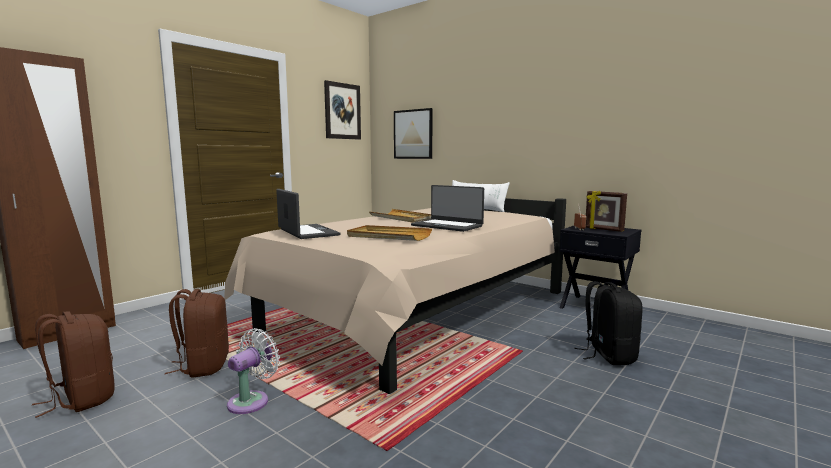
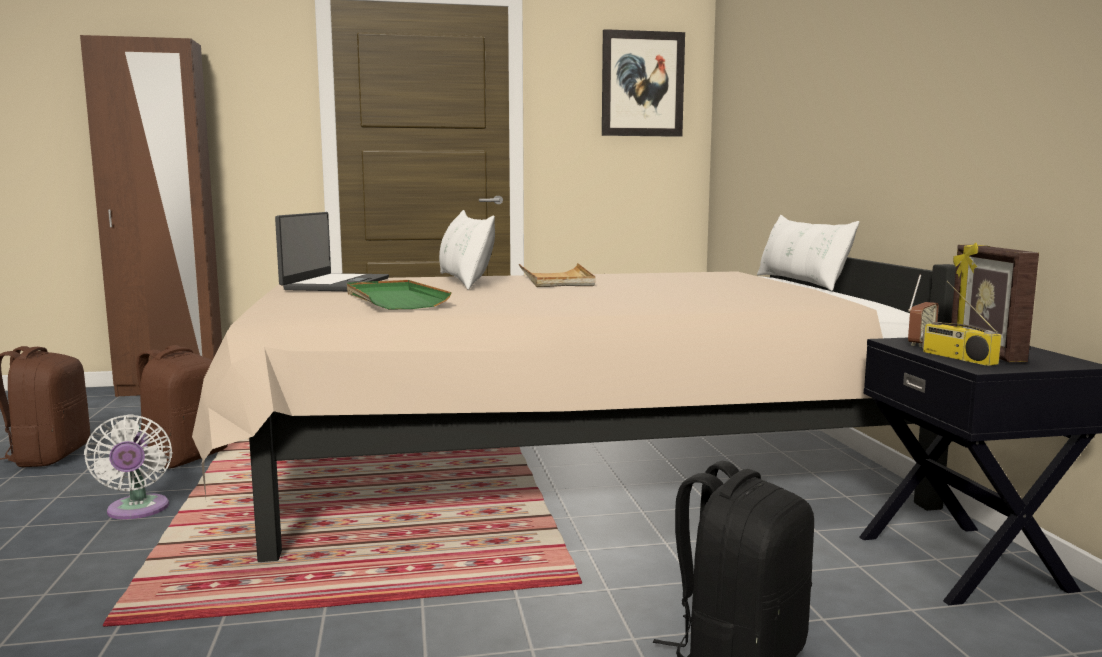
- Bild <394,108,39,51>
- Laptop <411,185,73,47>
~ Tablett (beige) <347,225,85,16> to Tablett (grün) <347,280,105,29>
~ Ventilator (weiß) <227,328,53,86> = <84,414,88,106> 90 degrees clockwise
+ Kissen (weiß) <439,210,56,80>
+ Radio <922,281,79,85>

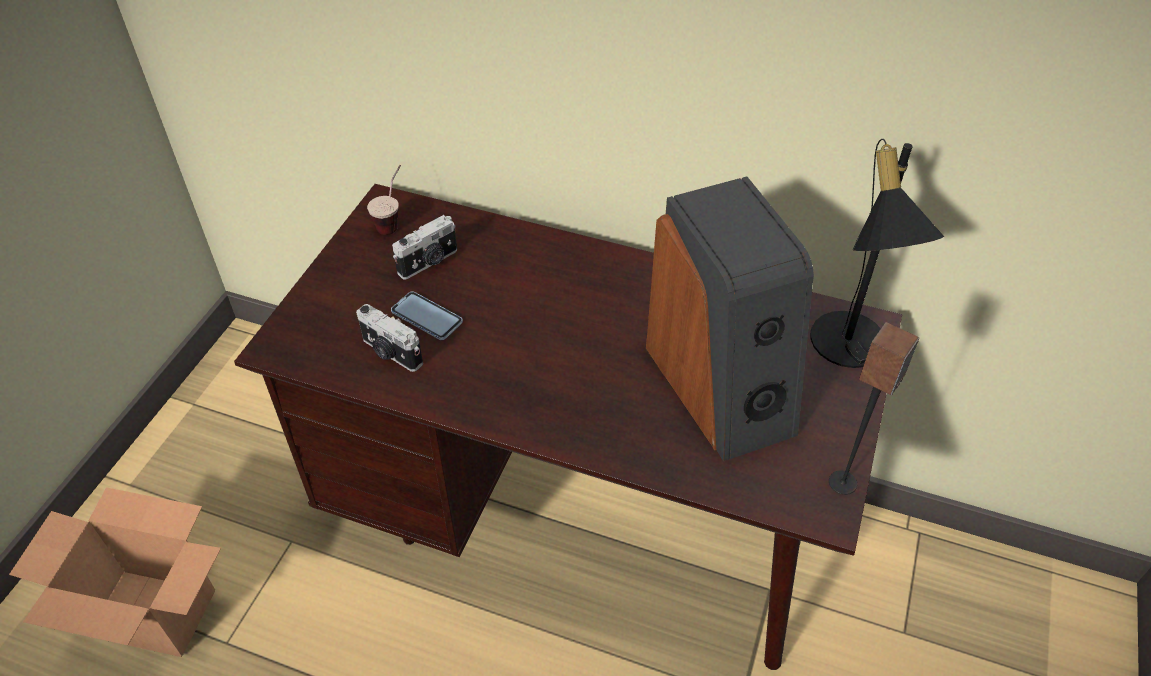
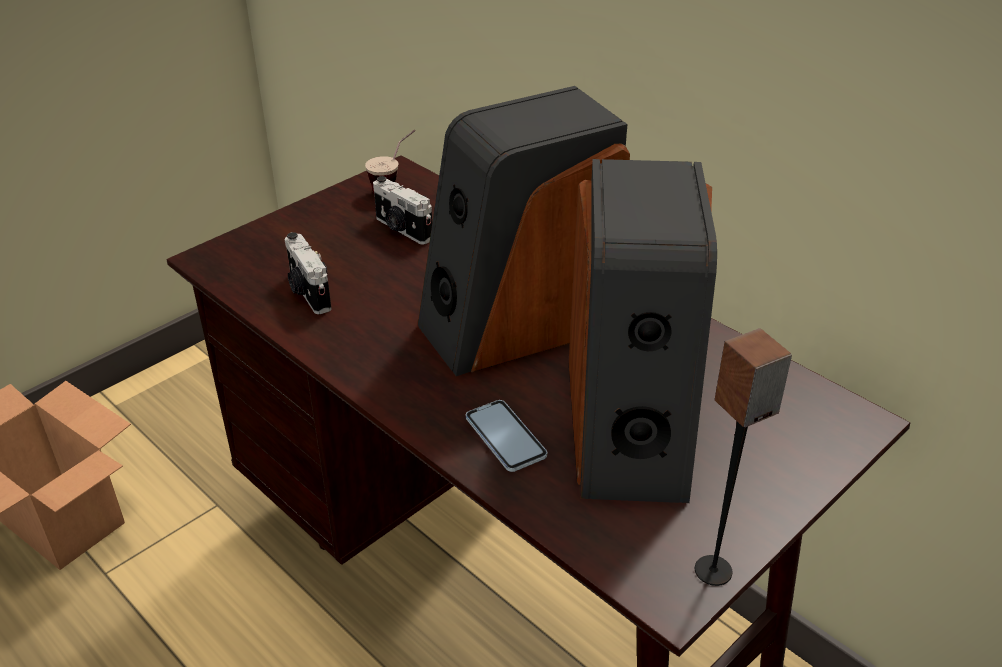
- Tischlampe (schwarz) <810,139,134,229>
~ Kamera <392,215,65,65> = <373,176,59,68> 60 degrees clockwise
~ Handy <391,291,72,49> to <466,400,81,72>
+ Lautsprecher <417,86,213,290>

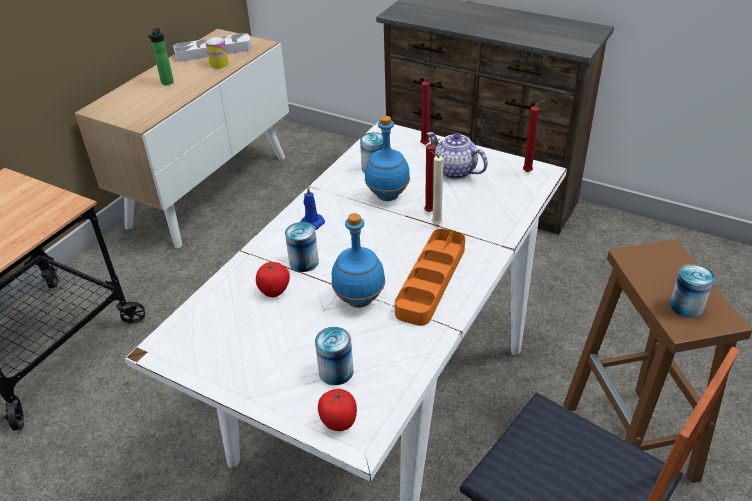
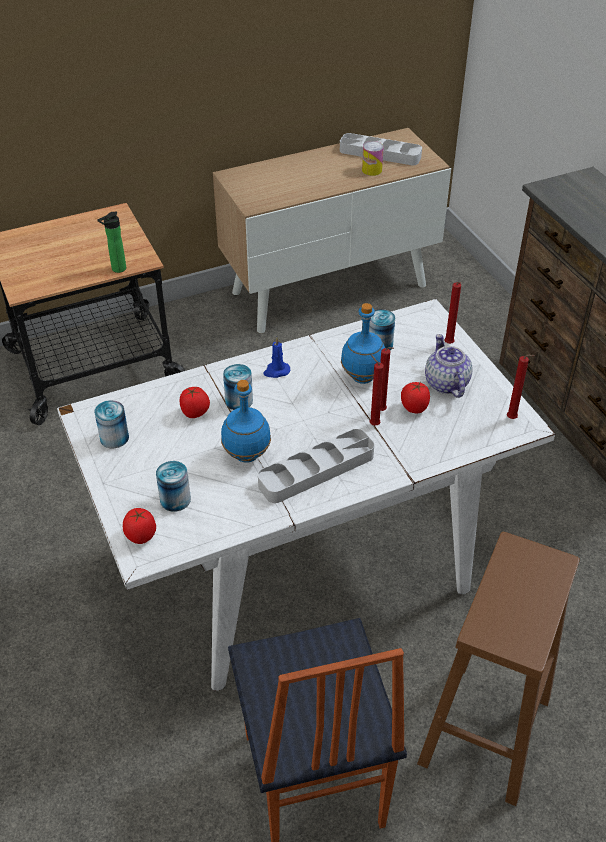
~ Flasche <148,28,26,57> to <97,211,29,62>
~ Kerze (beige) <429,151,14,74> to Kerze (rot) <370,355,14,71>
~ Tablett (orange) <395,228,70,98> to Tablett (grau) <258,429,116,74>
~ Dose <670,264,45,54> to <94,400,35,48>
+ Tomate <401,382,29,31>

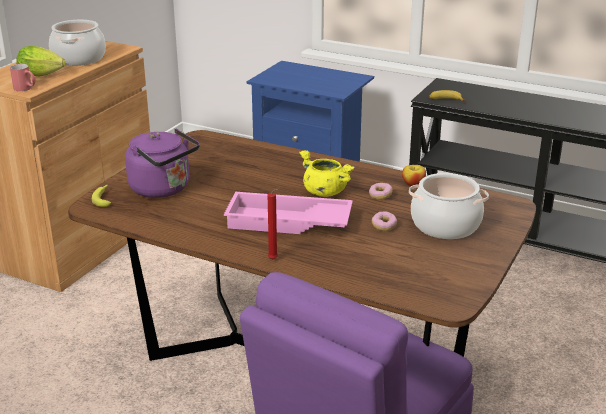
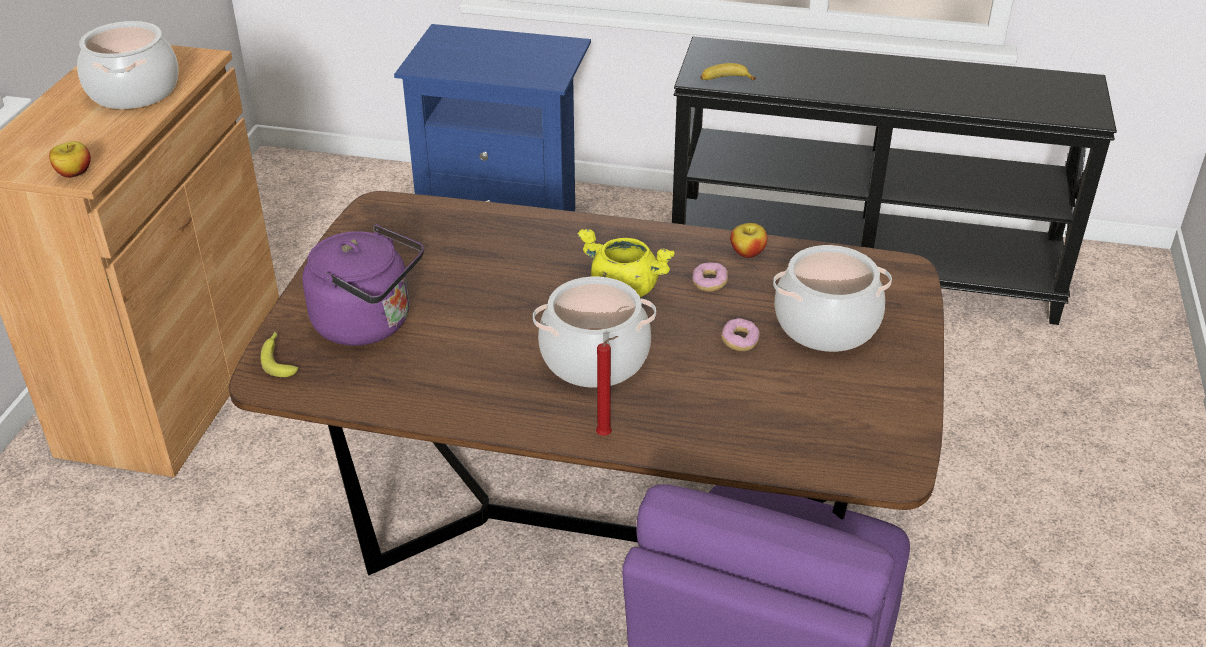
- Salatkopf <16,46,49,30>
~ Henkelbecher (rot) <10,64,26,27> to Apfel <49,141,42,37>
~ Tablett (rosa) <224,192,129,42> to Kochtopf <533,277,123,111>

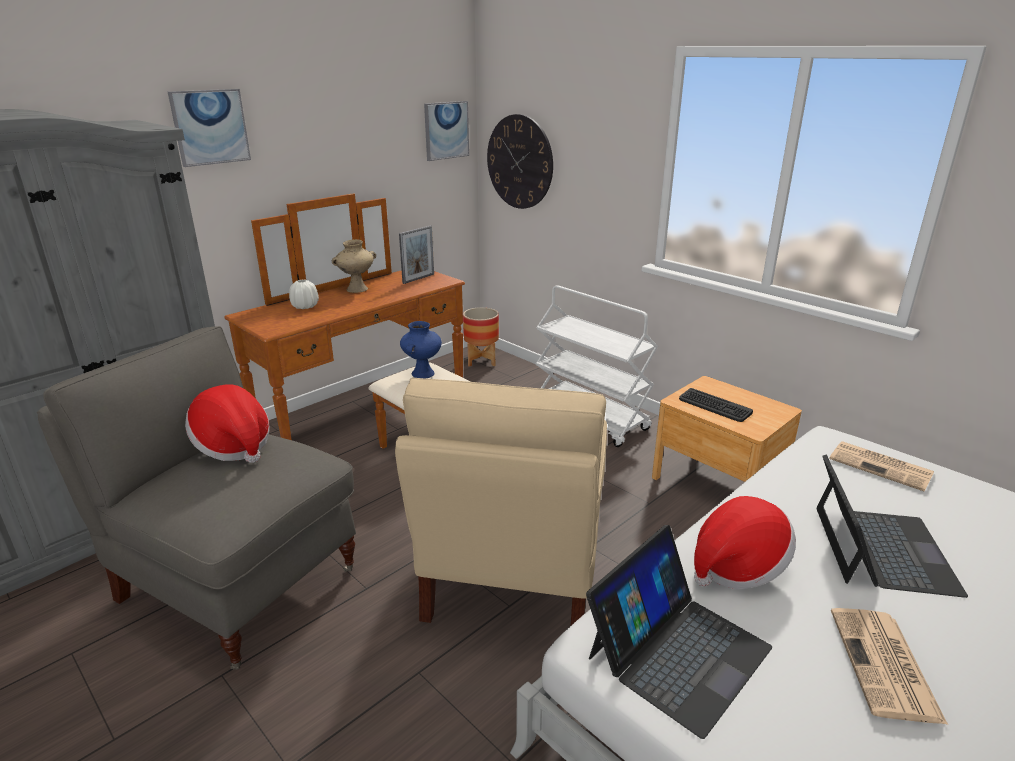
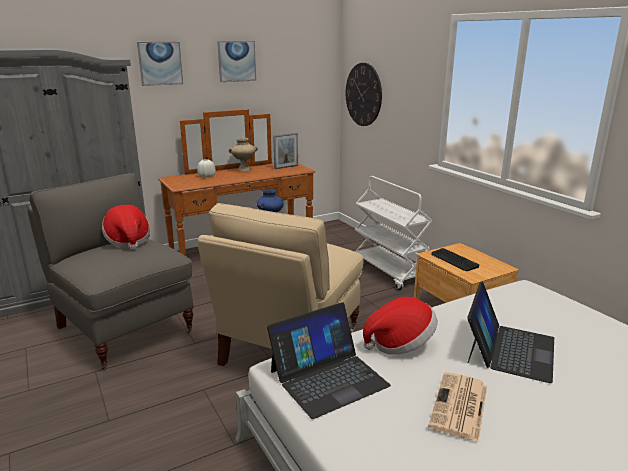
~ Bild <424,101,45,60> to <217,41,39,41>
- Pflanzkübel <463,307,36,60>
- Zeitung <829,441,105,50>

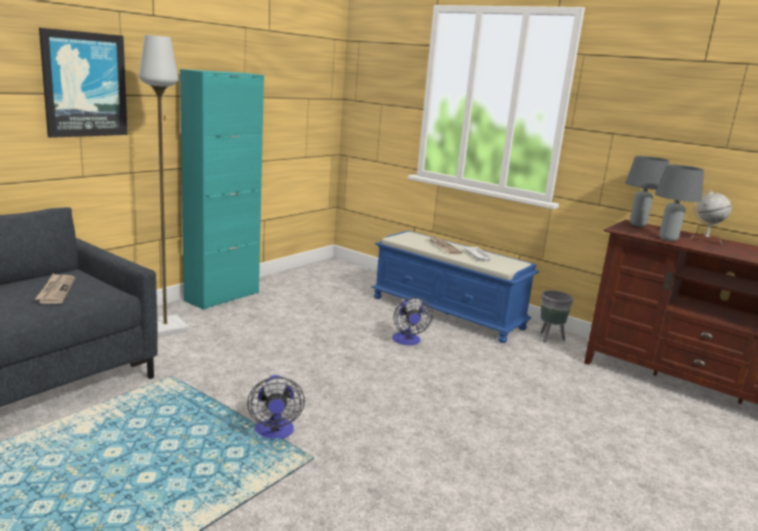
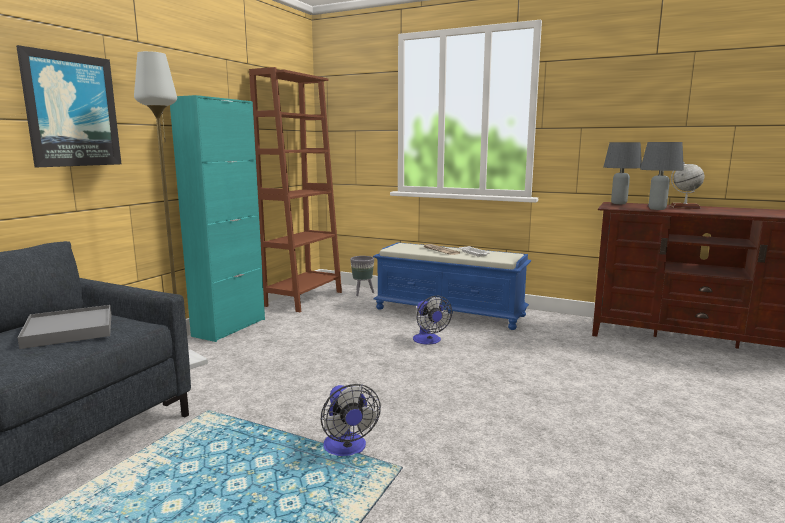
~ Zeitung <35,273,40,31> to Tablett (grau) <17,305,95,44>
~ Pflanzkübel (grau) <540,290,33,53> to <350,256,24,40>
+ Bücherregal (braun) <249,67,93,245>

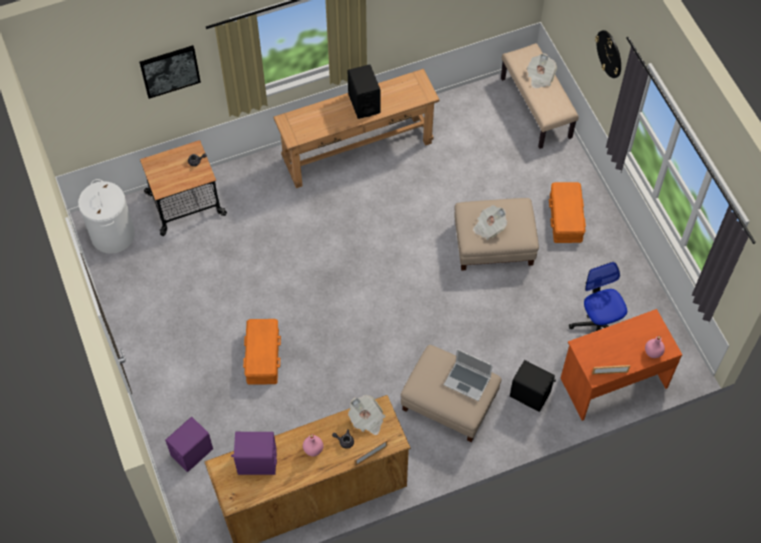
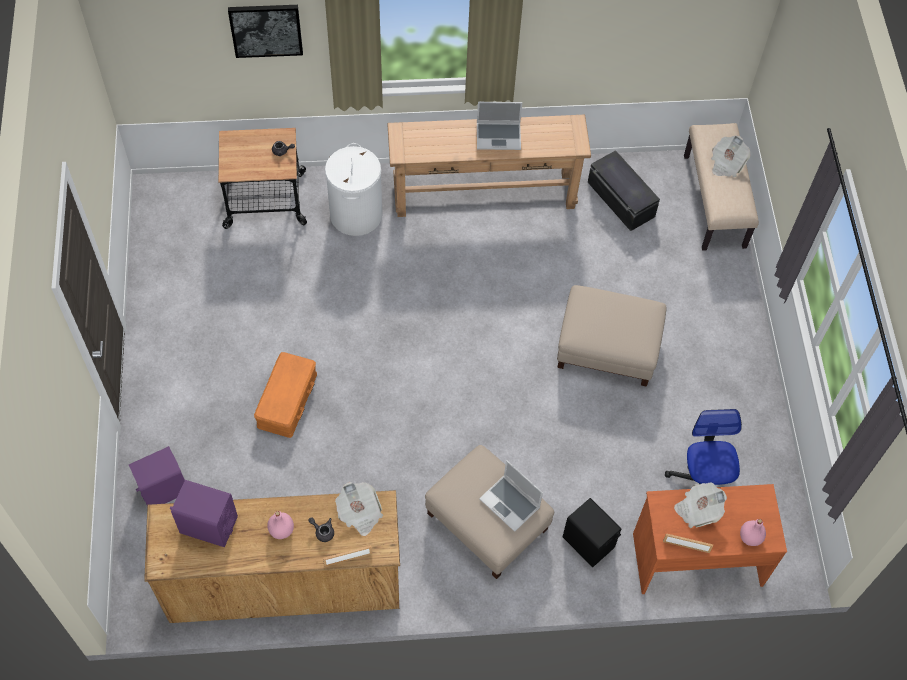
- Wanduhr <595,30,26,48>
~ Lautsprecher (schwarz) <348,64,33,55> to Laptop <477,102,45,48>
~ Wäschekorb (weiß) <78,179,57,75> to <325,143,58,93>
- Aufbewahrungsbox (orange) <549,182,37,61>
~ Zeitung <473,205,34,35> to <674,482,53,46>
+ Aufbewahrungsbox (schwarz) <588,150,72,81>

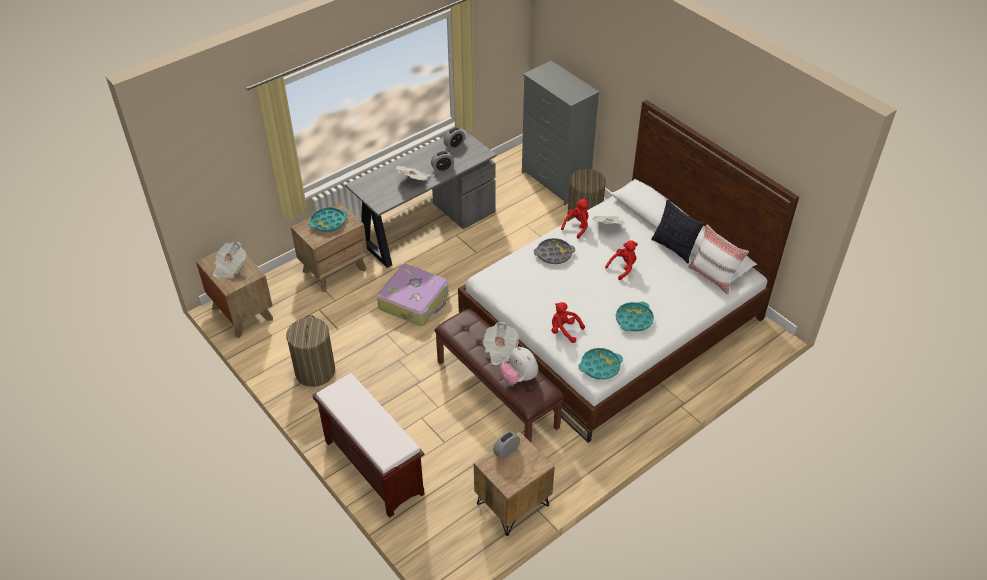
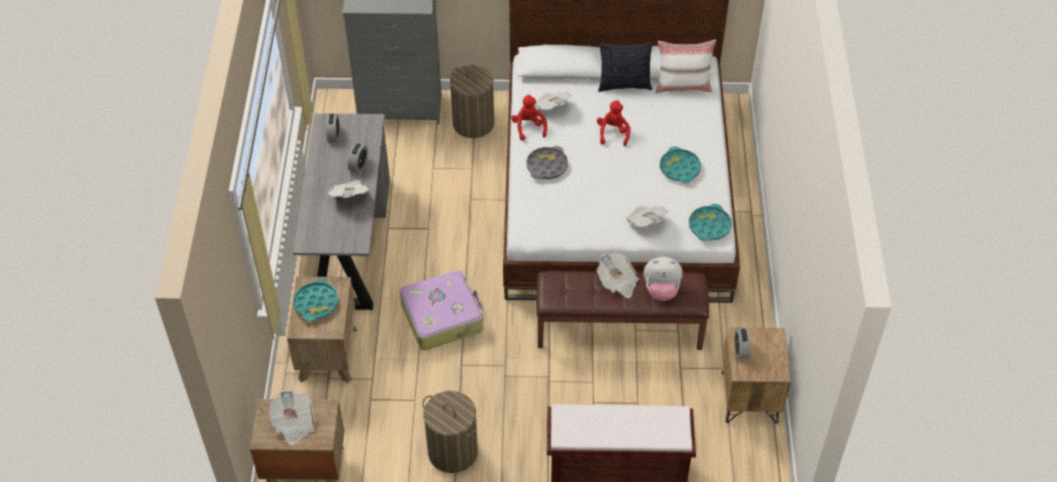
~ Plüschtier (rot) <551,302,34,41> to Zeitung <625,205,44,22>

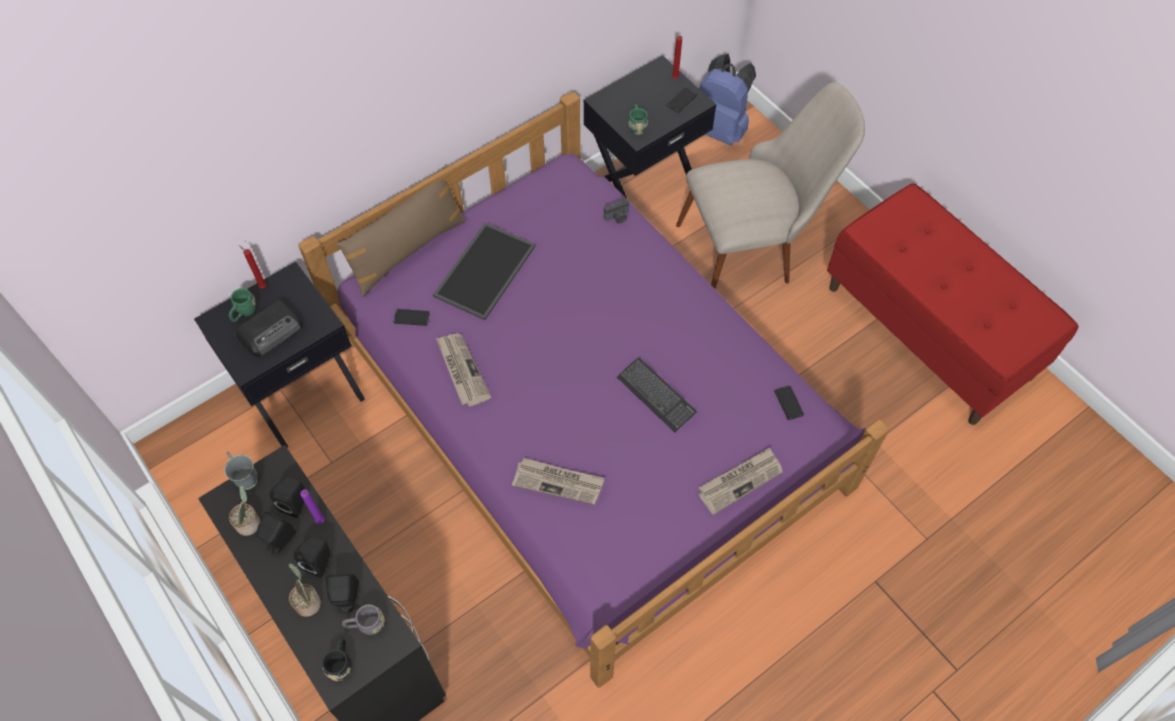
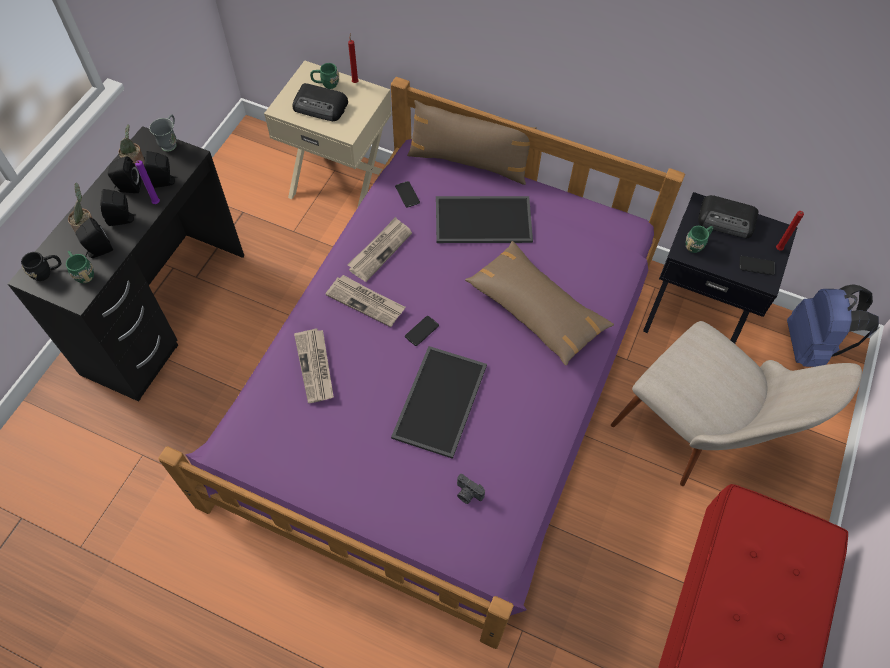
~ Kamera <604,198,25,26> to <457,474,28,30>
~ Nachttisch (schwarz) <194,262,171,186> to Nachttisch (beige) <264,61,128,147>
~ Tastatur <617,358,80,74> to Tablett <391,346,96,113>
~ Handy <774,386,30,34> to <405,316,34,30>
~ Zeitung <699,448,83,67> to <325,275,80,52>
~ Henkelbecher (grau) <342,604,43,31> to Henkelbecher (grün) <66,251,28,32>
+ Radio <698,195,60,44>
+ Kissen (braun) <465,241,149,125>

